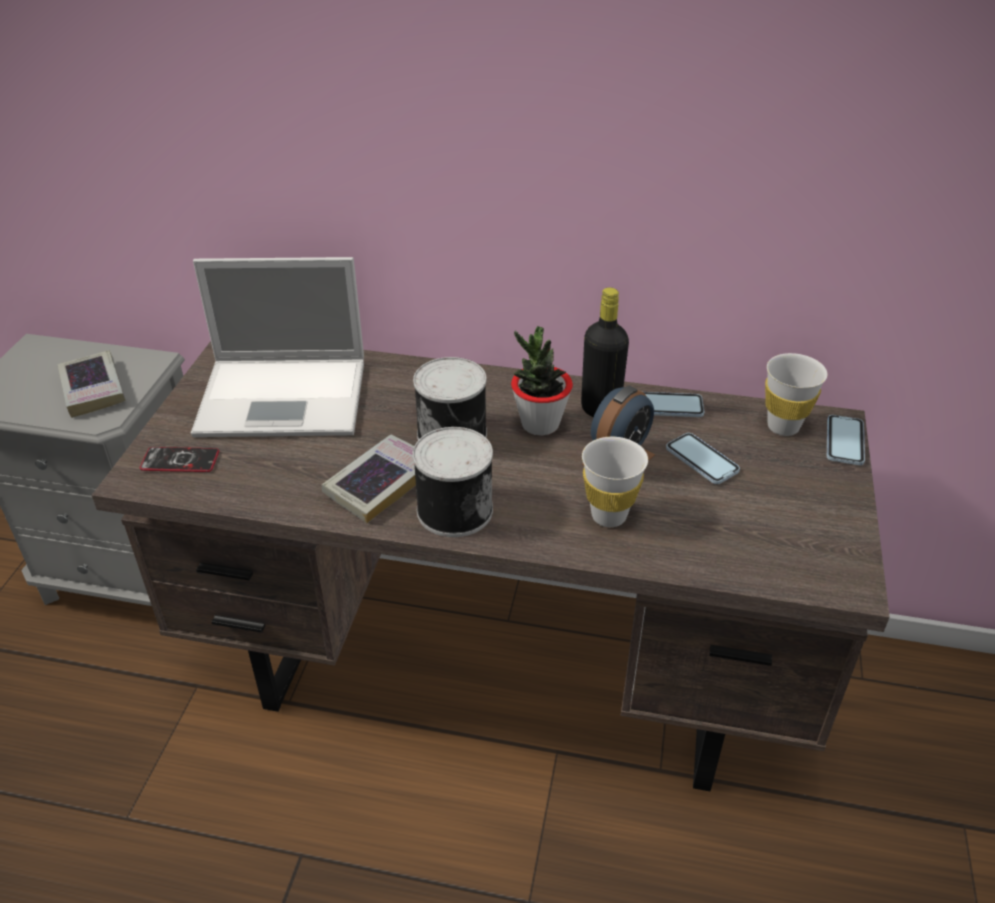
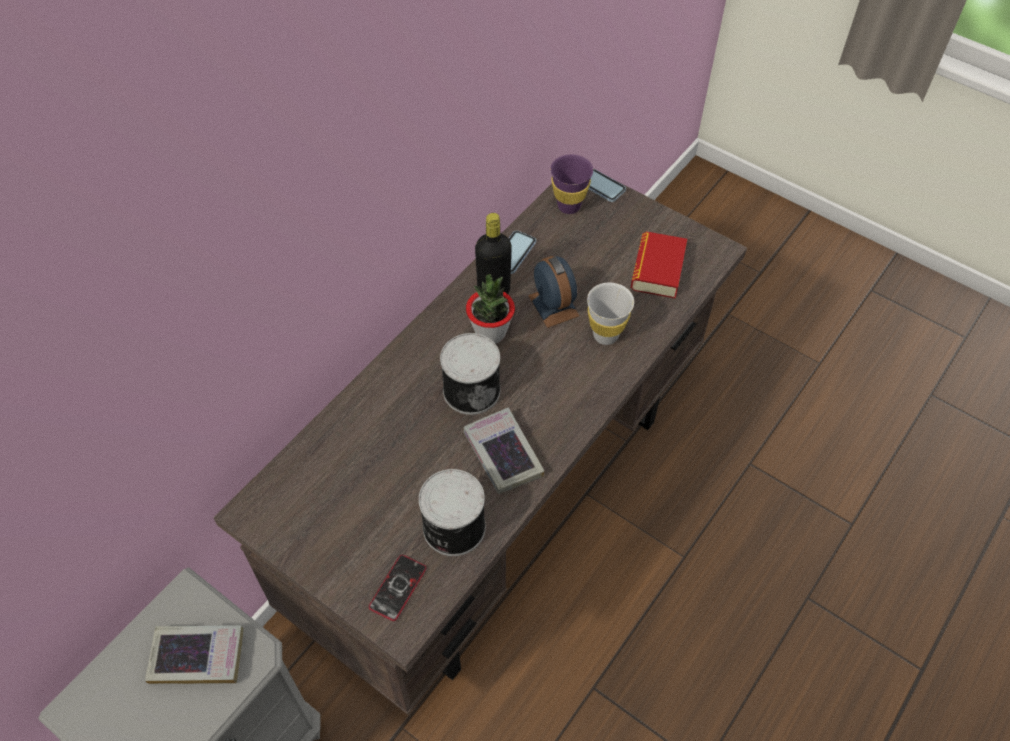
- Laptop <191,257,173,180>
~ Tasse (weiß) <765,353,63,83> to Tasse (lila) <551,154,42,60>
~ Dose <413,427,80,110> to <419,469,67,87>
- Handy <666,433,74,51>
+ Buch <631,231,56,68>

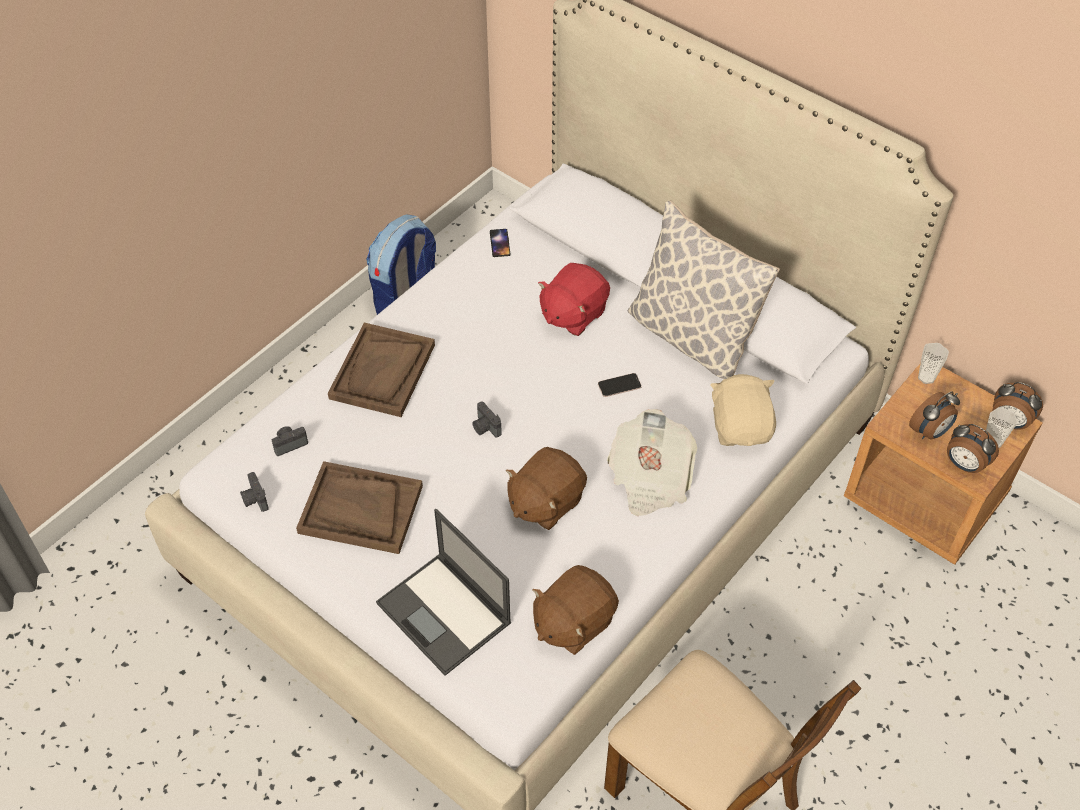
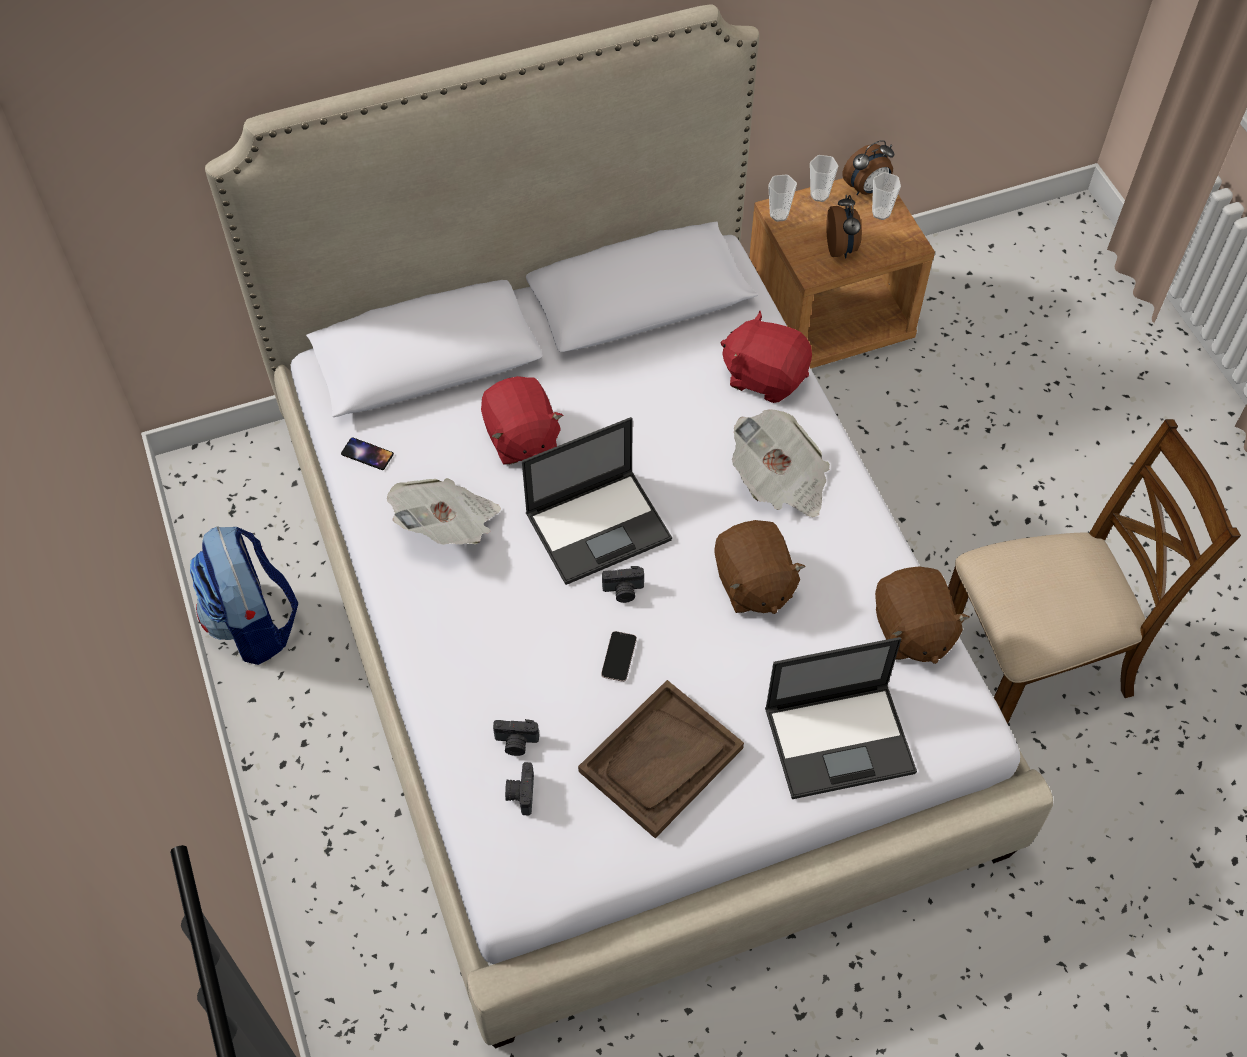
- Kissen <628,200,152,180>
- Tablett (braun) <328,323,107,94>
~ Handy <598,373,44,24> to <601,631,36,51>
~ Plüschtier (beige) <710,374,66,72> to Plüschtier (rot) <721,311,91,92>
- Wecker <947,424,52,49>
~ Kamera <240,472,29,40> to <493,719,46,37>
+ Tasse <810,155,28,47>
+ Laptop <522,417,150,168>
+ Zeitung <387,478,114,67>

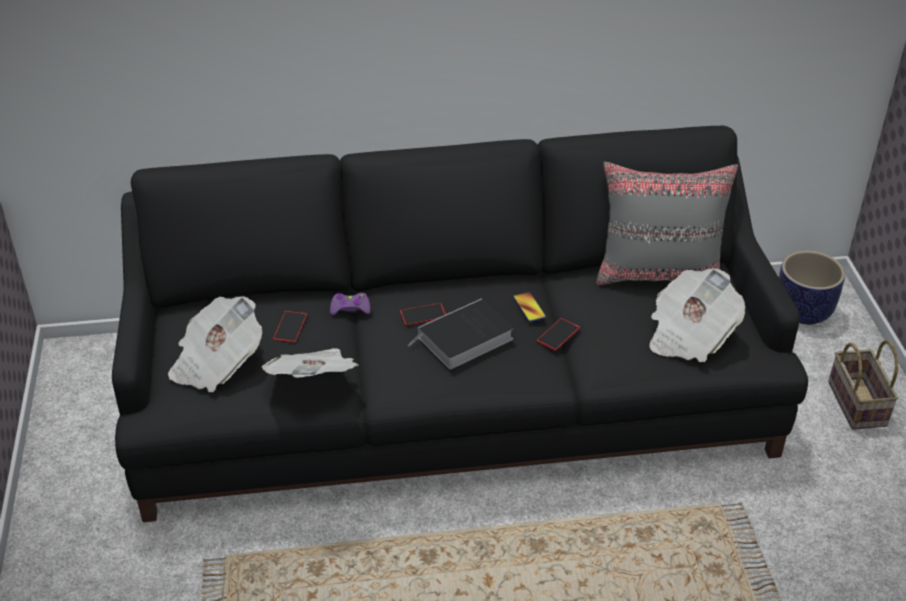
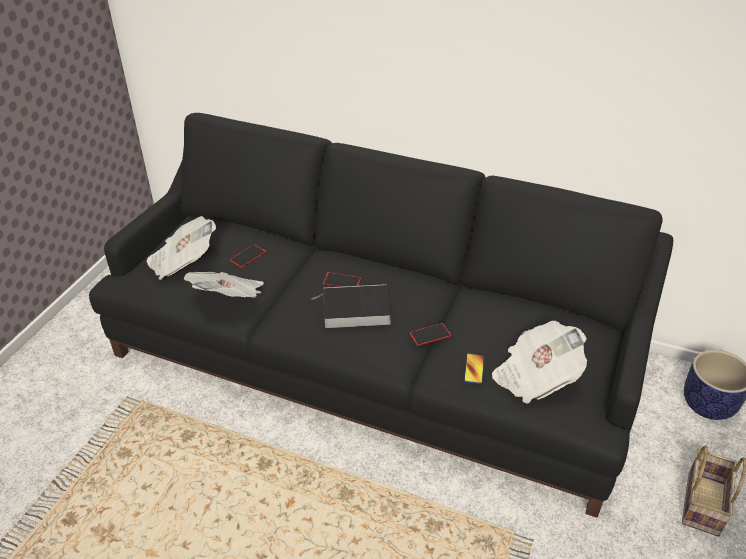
- Kissen (grau) <596,162,142,123>
~ Handy <513,292,33,30> to <464,353,21,31>
- Gamepad (lila) <330,293,40,22>

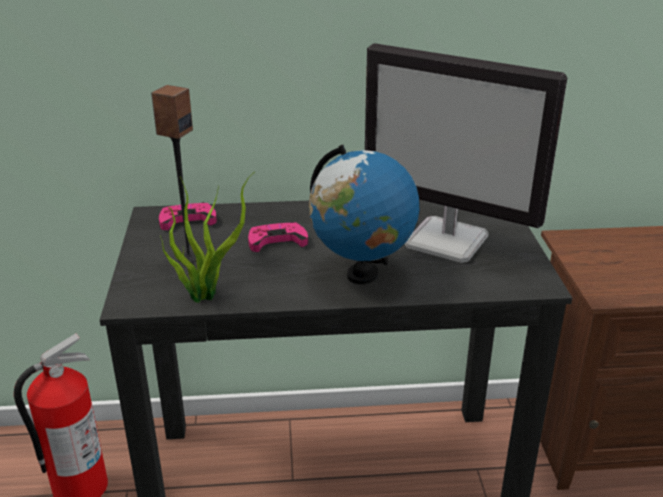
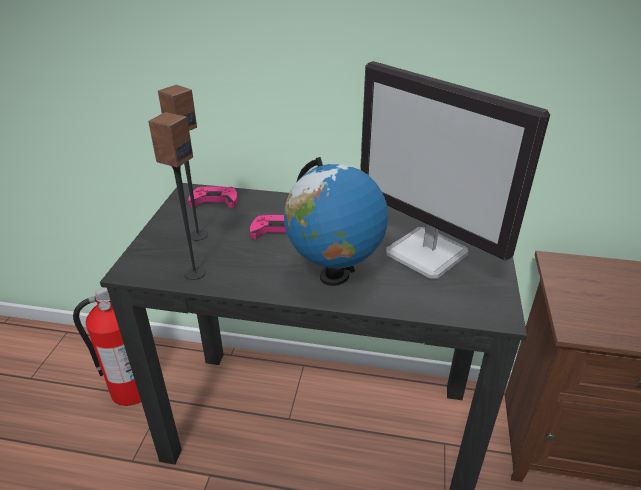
~ Topfpflanze <160,171,95,132> to Lautsprecher <148,112,58,168>

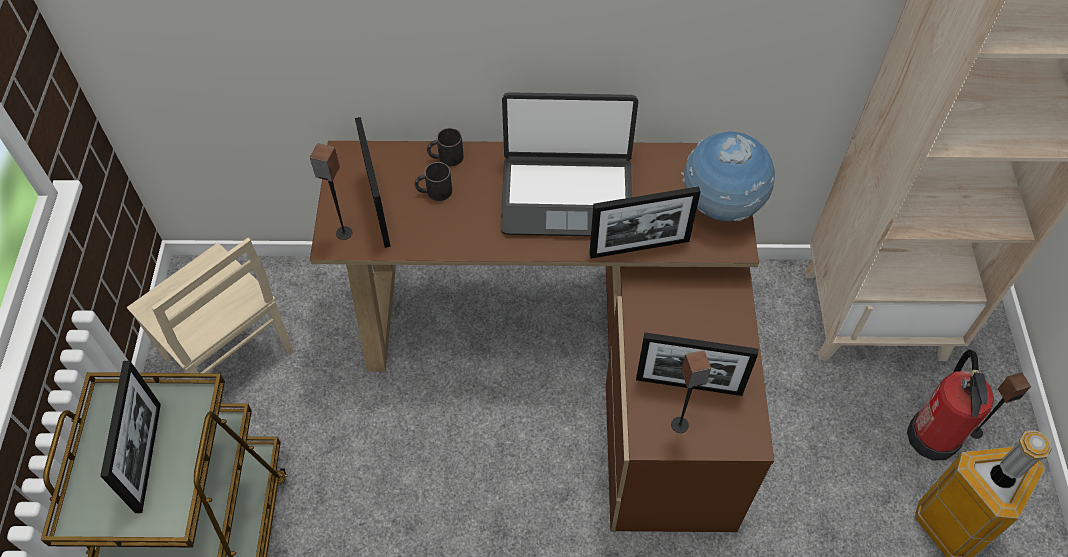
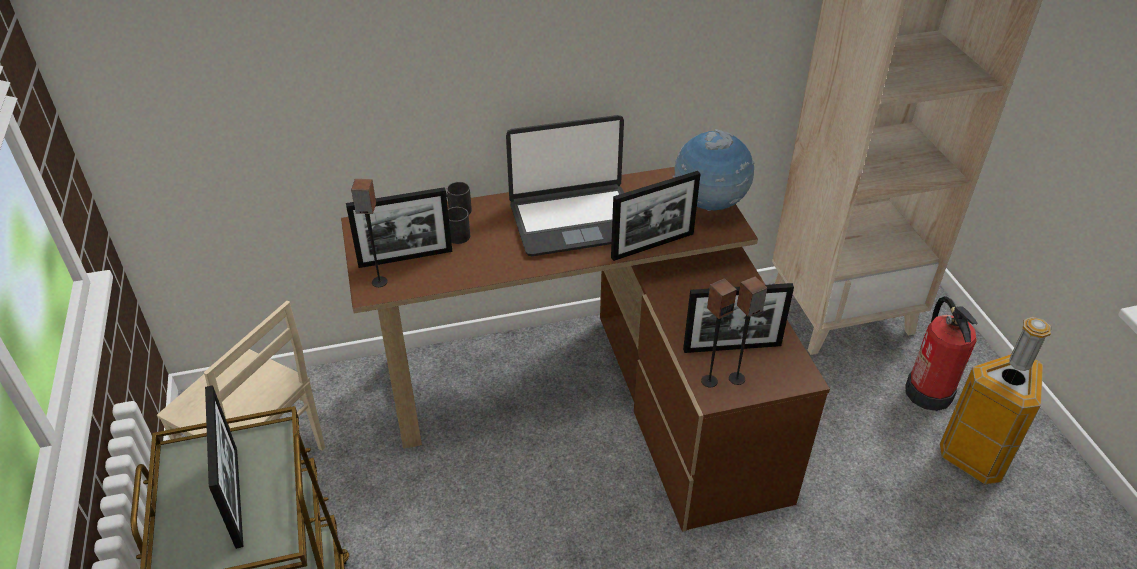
~ Bilderrahmen <355,117,36,131> = <346,187,106,81> 105 degrees clockwise
~ Lautsprecher <970,372,61,67> to <701,278,36,109>

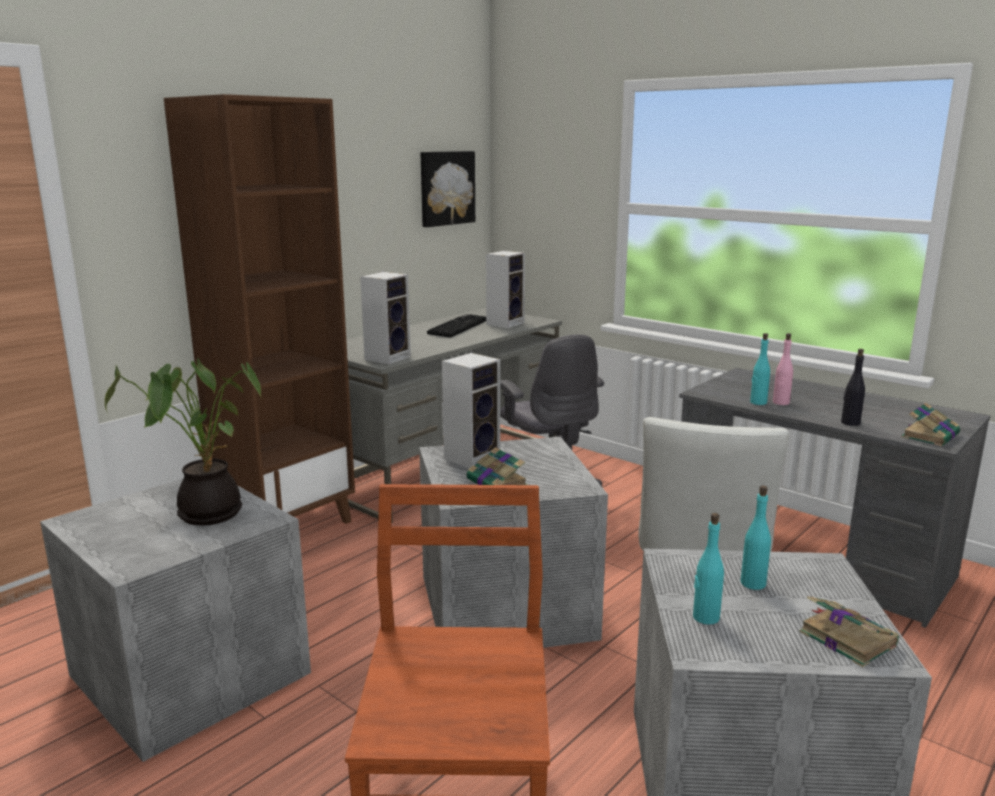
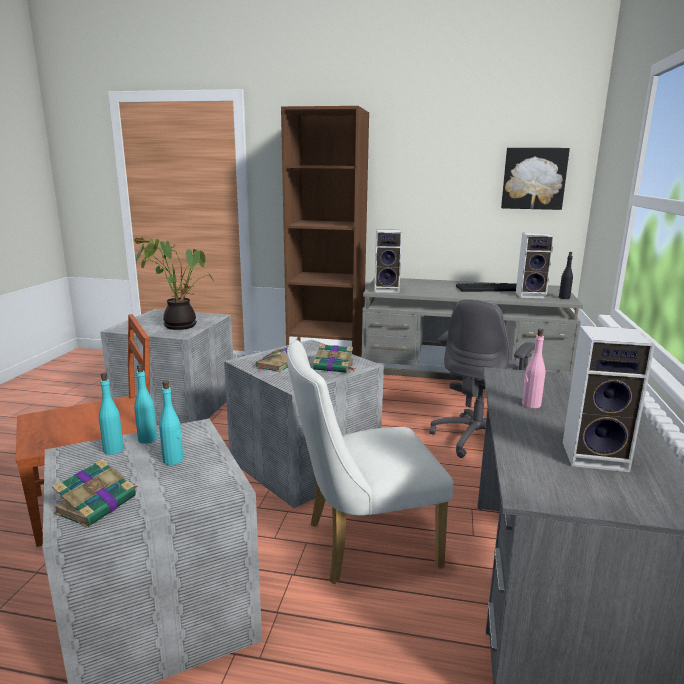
~ Flasche (türkis) <750,333,20,72> to <134,364,23,80>
~ Flasche (schwarz) <841,349,24,77> to <559,252,14,47>
~ Lautsprecher <442,353,58,115> to <563,325,92,147>
~ Buch <901,402,59,44> to <313,344,42,29>

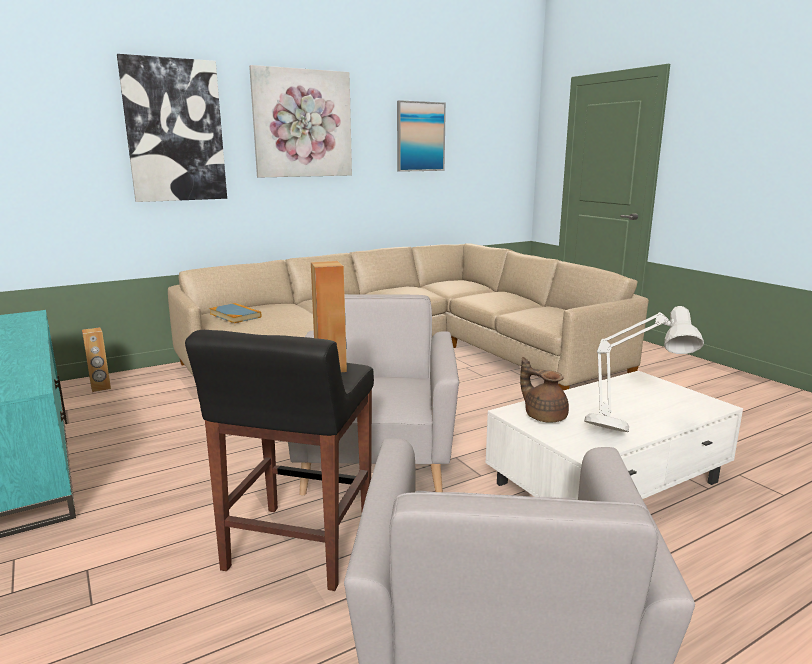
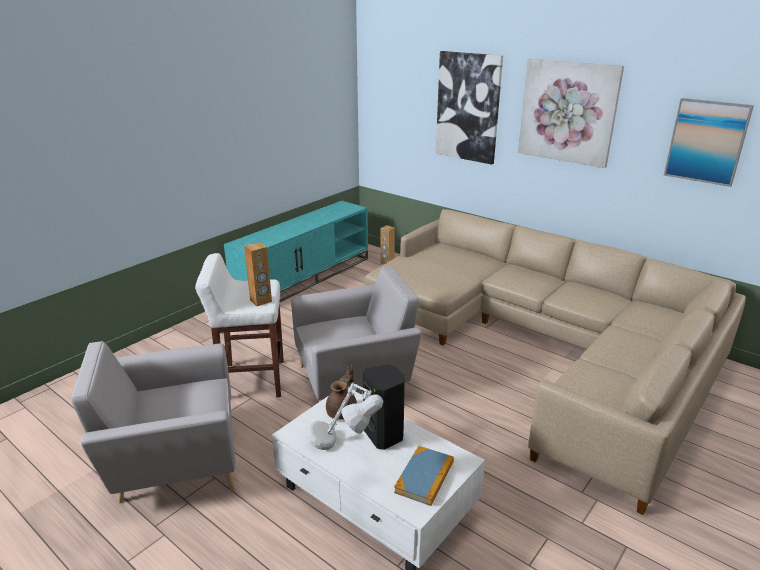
~ Buch <210,303,51,20> to <394,446,60,60>
~ Hocker (schwarz) <185,330,189,261> to Hocker (weiß) <195,253,89,144>
+ Lautsprecher (schwarz) <363,364,42,86>

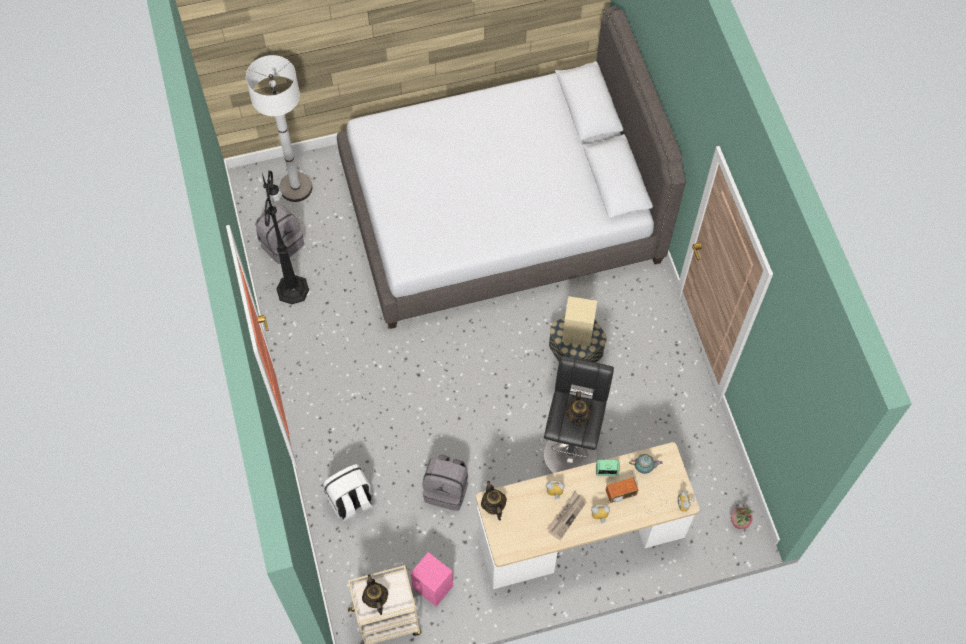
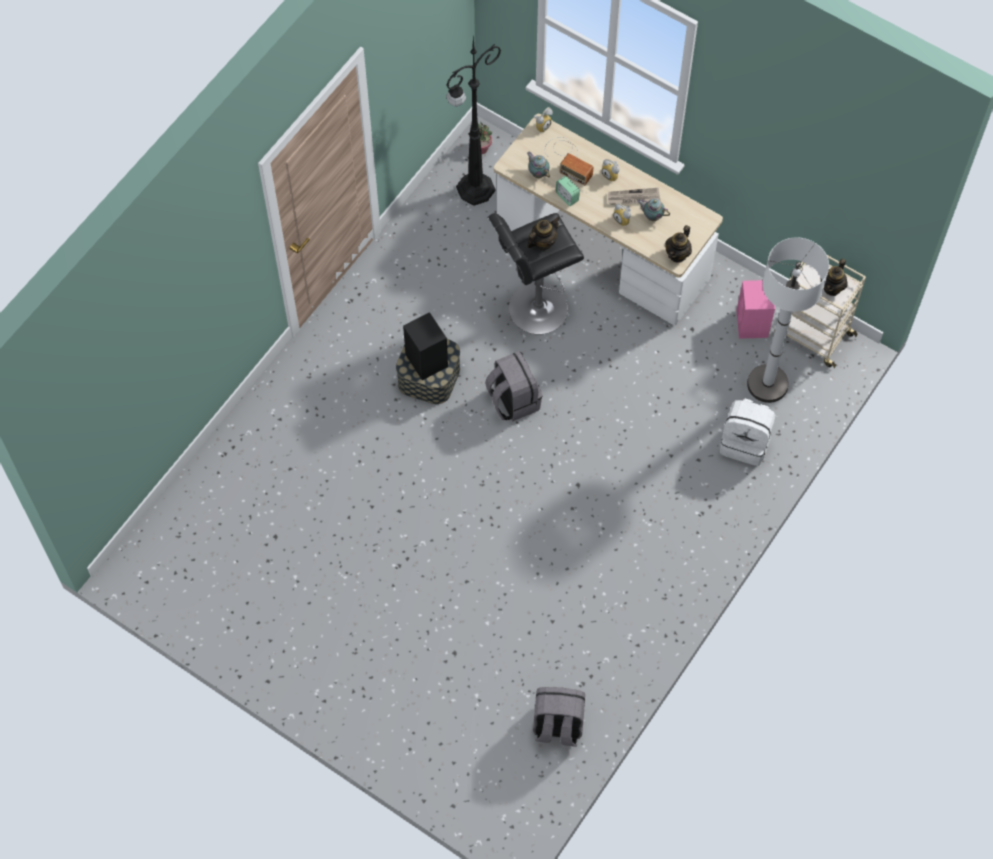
- Bett (grau) <337,6,349,323>
~ Stehlampe (weiß) <246,55,66,147> to <747,237,82,166>
~ Stehlampe (schwarz) <262,170,47,134> to <446,36,55,170>
~ Lautsprecher (beige) <562,296,35,50> to Lautsprecher (schwarz) <403,312,45,68>
~ Rucksack (grau) <422,454,46,57> to <485,351,57,70>
+ Teekanne <637,198,33,23>

